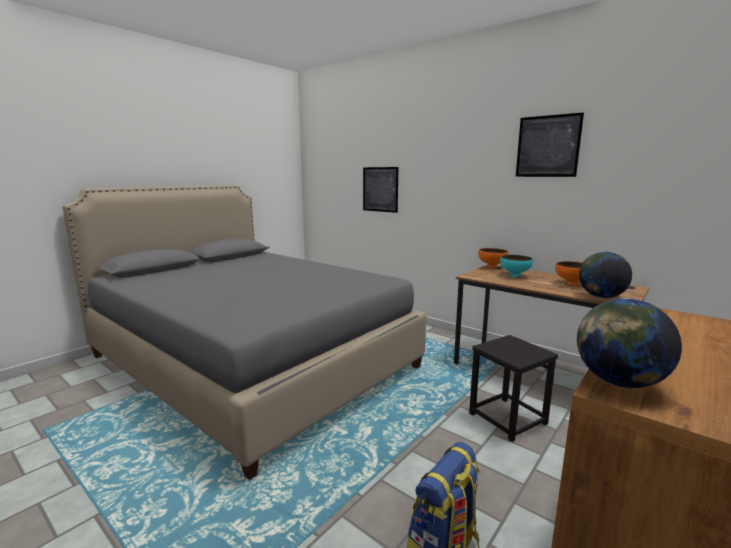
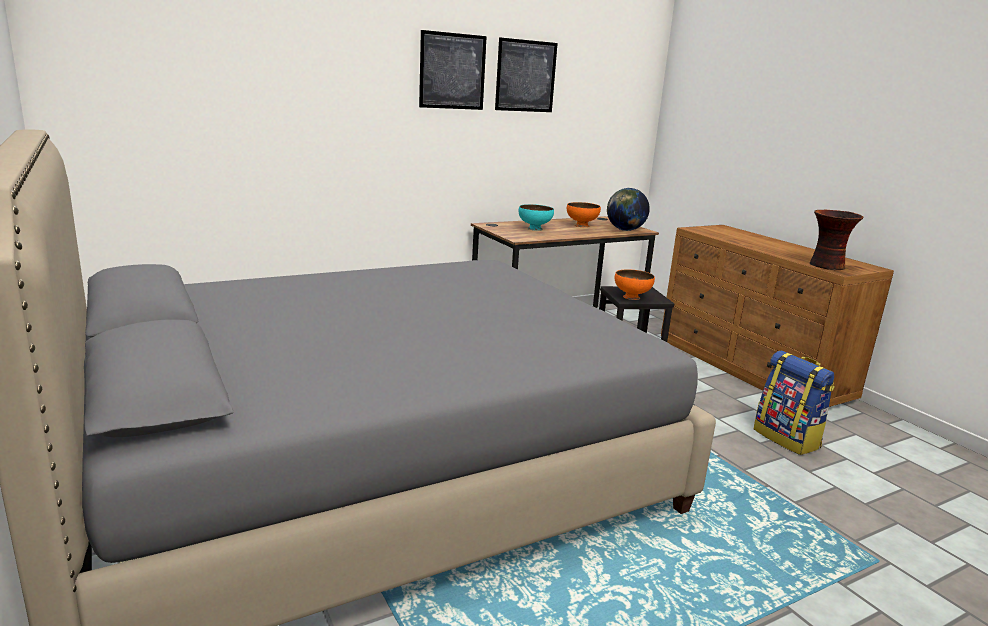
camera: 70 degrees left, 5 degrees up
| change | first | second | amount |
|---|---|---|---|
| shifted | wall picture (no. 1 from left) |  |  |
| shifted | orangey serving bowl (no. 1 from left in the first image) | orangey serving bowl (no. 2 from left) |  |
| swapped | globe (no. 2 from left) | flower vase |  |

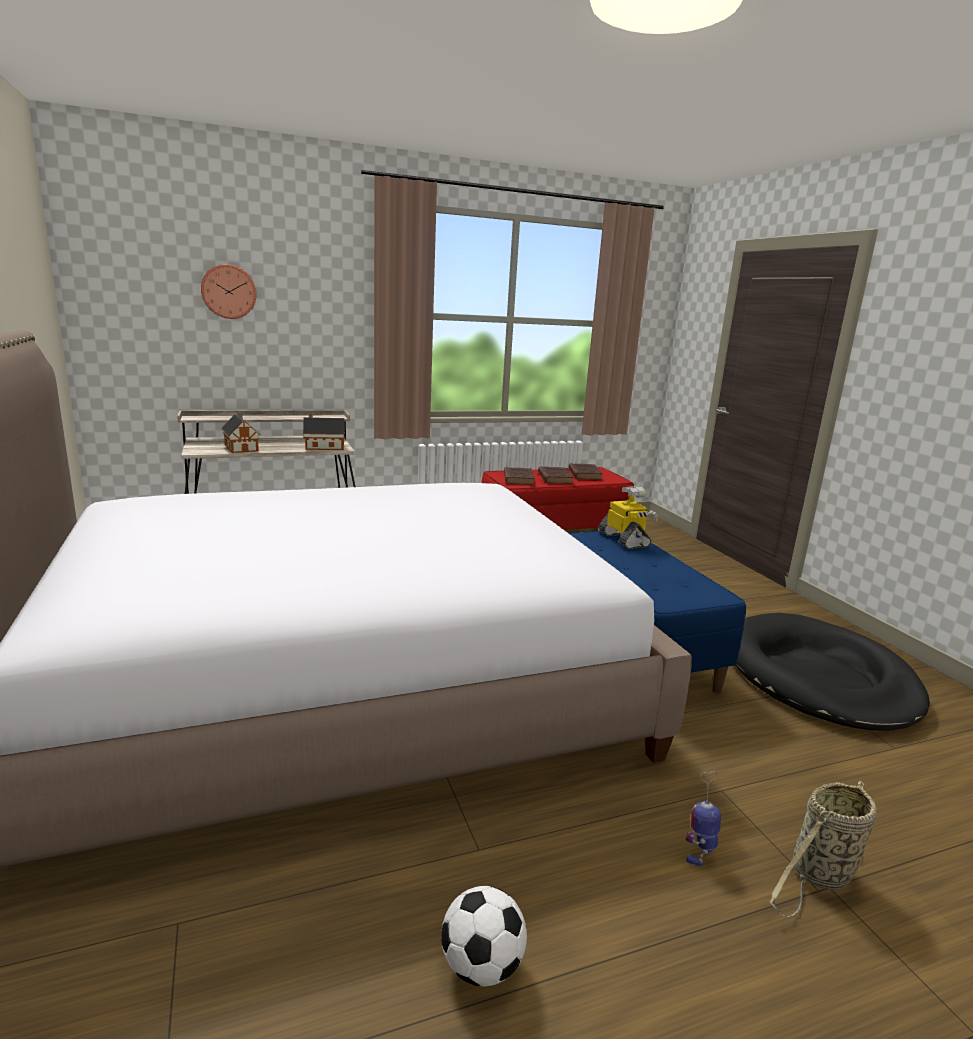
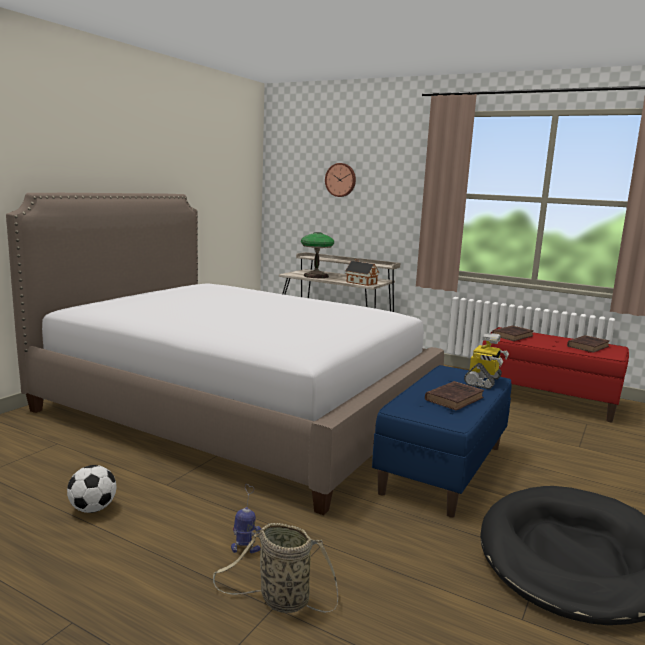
camera: 50 degrees right, 5 degrees down
| change | first | second | amount |
|---|---|---|---|
| swapped | model house (no. 1 from left) | tabletop lamp |  |
| shifted | brown volume (no. 2 from left in the first image) | brown volume (no. 1 from left) |  |

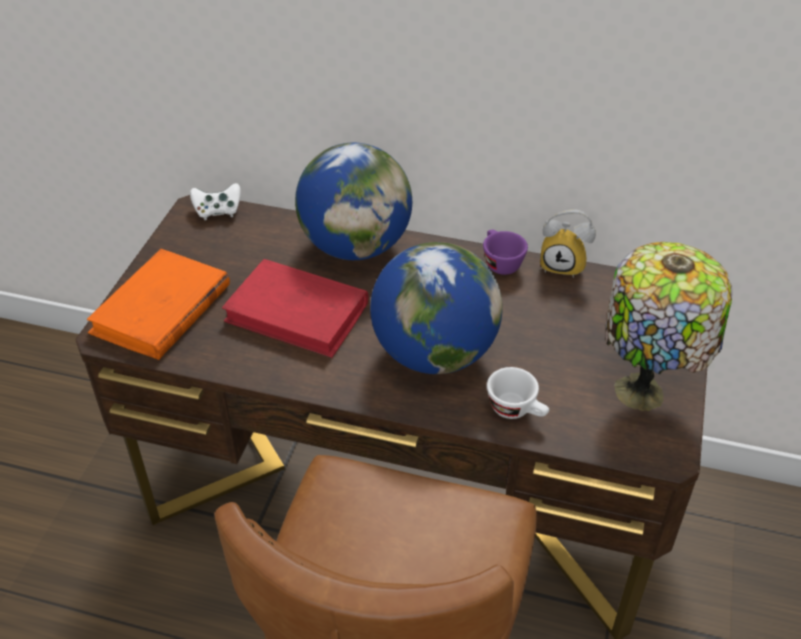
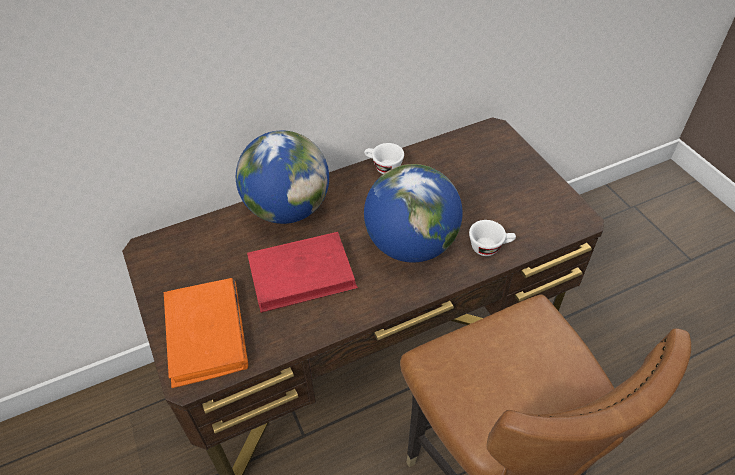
camera: 40 degrees left, 5 degrees up
| change | first | second | amount |
|---|---|---|---|
| gone | white-coloured joypad |  |  |
| gone | table clock |  |  |
| repainted | purplish cup | white-coloured cup (no. 1 from left) |  |
| gone | tabletop lamp |  |  |

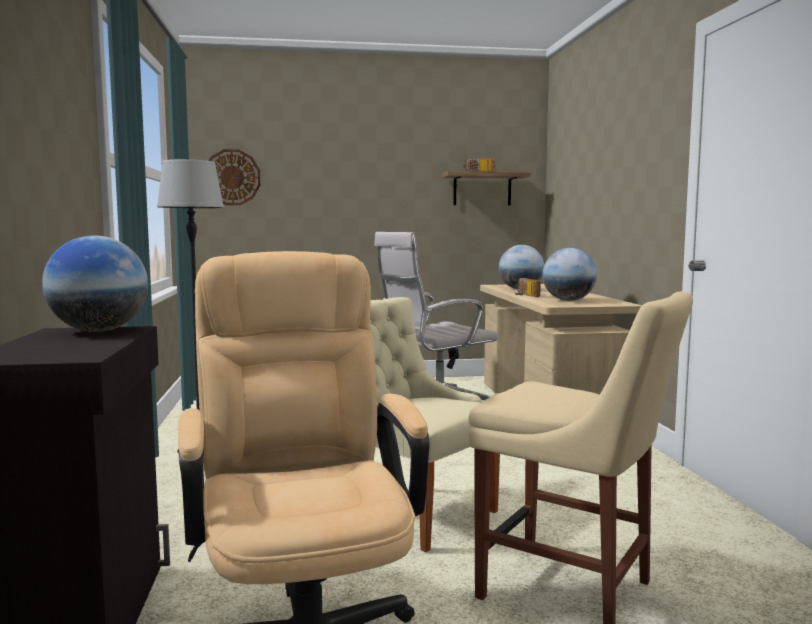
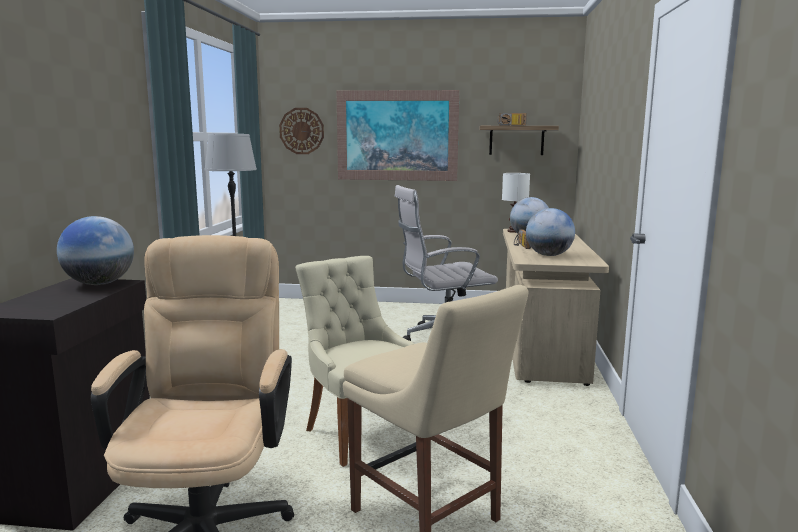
camera: 15 degrees right, 5 degrees up
| change | first | second | amount |
|---|---|---|---|
| new |  | wall picture |  |
| new |  | white-coloured tabletop lamp |  |

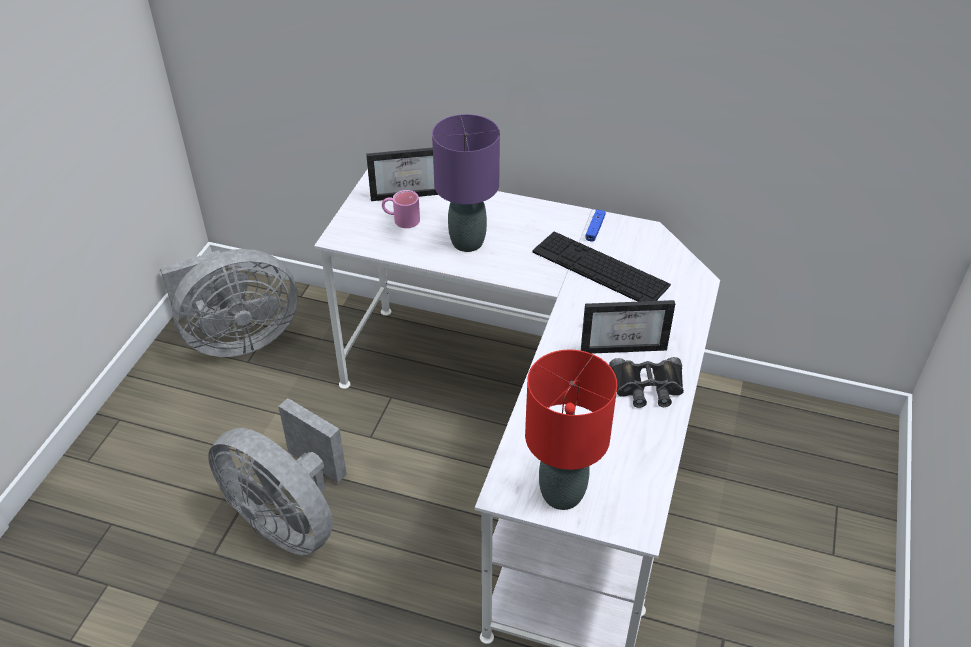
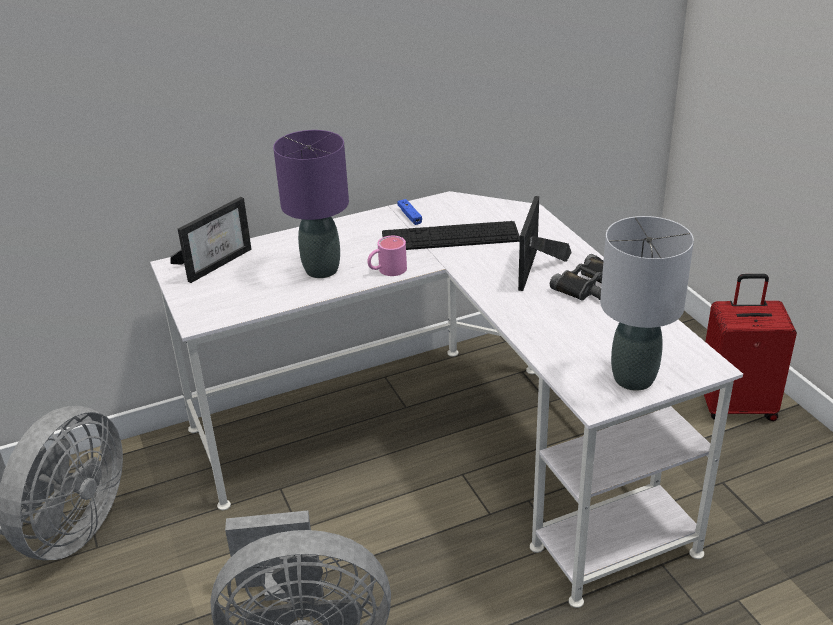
camera: 40 degrees left, 10 degrees down
| change | first | second | amount |
|---|---|---|---|
| shifted | pink-coloured mug |  |  |
| rotated | picture frame (no. 2 from left) |  | 150 degrees clockwise |
| repainted | red tabletop lamp | grey tabletop lamp |  |
| new |  | red piece of luggage |  |

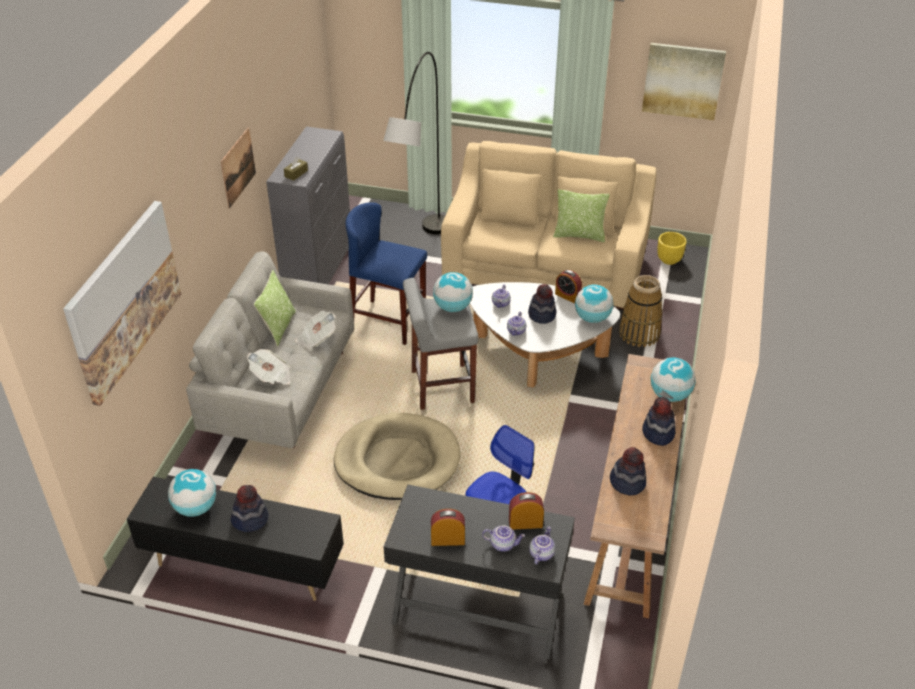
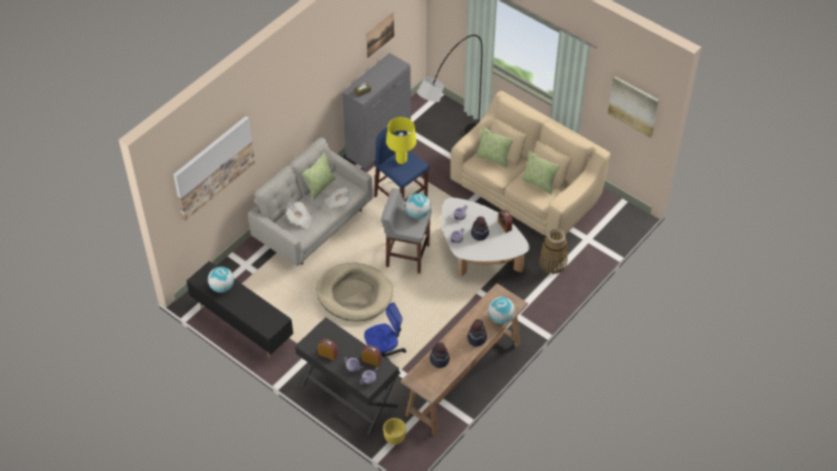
camera: 25 degrees right, 10 degrees up
| change | first | second | amount |
|---|---|---|---|
| shifted | wall picture (no. 2 from left) |  |  |
| shifted | yellowish planter |  |  |
| gone | globe (no. 3 from left) |  |  |
| gone | wearable hat (no. 1 from left) |  |  |
| new |  | yellowish tabletop lamp |  |
| new |  | throw pillow (no. 2 from left) |  |

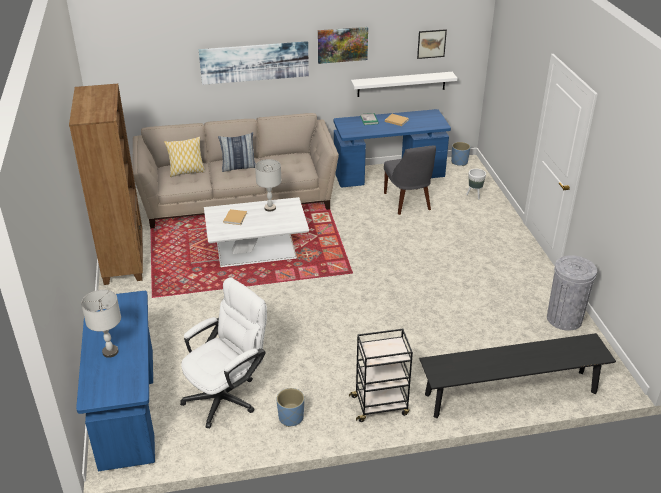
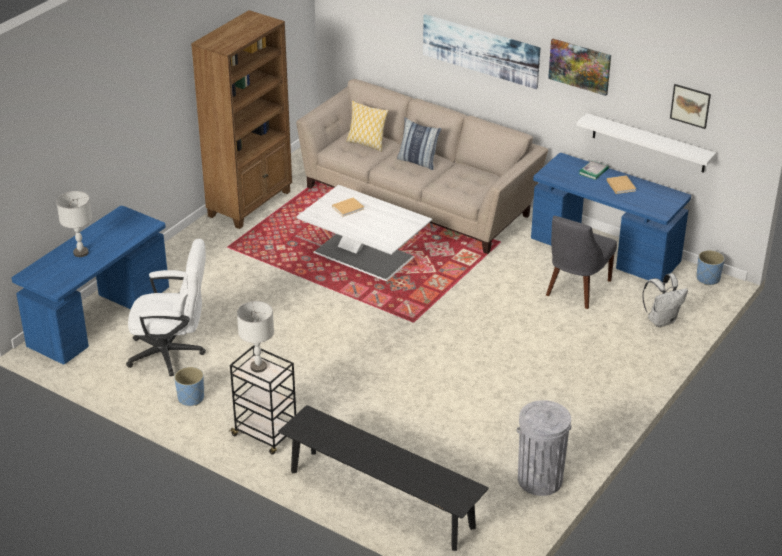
camera: 45 degrees right, 0 degrees up
| change | first | second | amount |
|---|---|---|---|
| shifted | grey tabletop lamp (no. 2 from left) |  |  |
| swapped | white-coloured planter | white-coloured backpack |  |

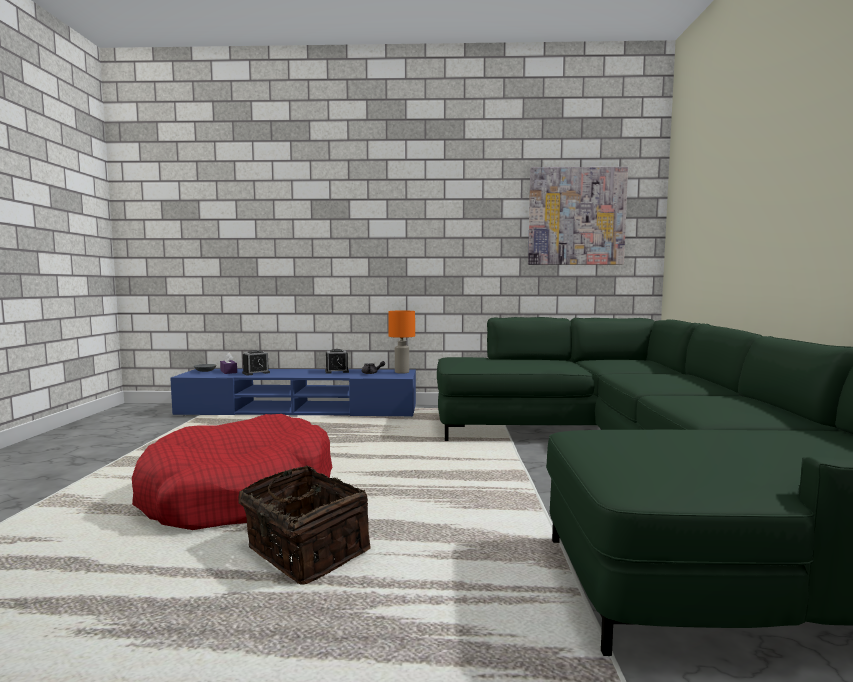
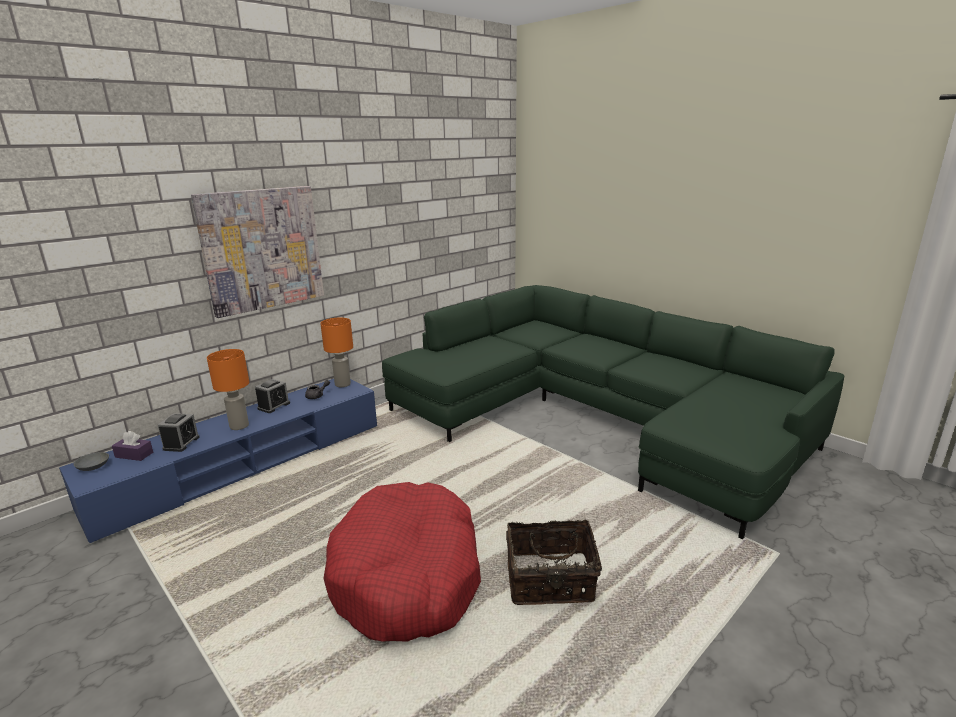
camera: 45 degrees left, 15 degrees up
| change | first | second | amount |
|---|---|---|---|
| shifted | wall picture |  |  |
| new |  | orangey tabletop lamp (no. 1 from left) |  |

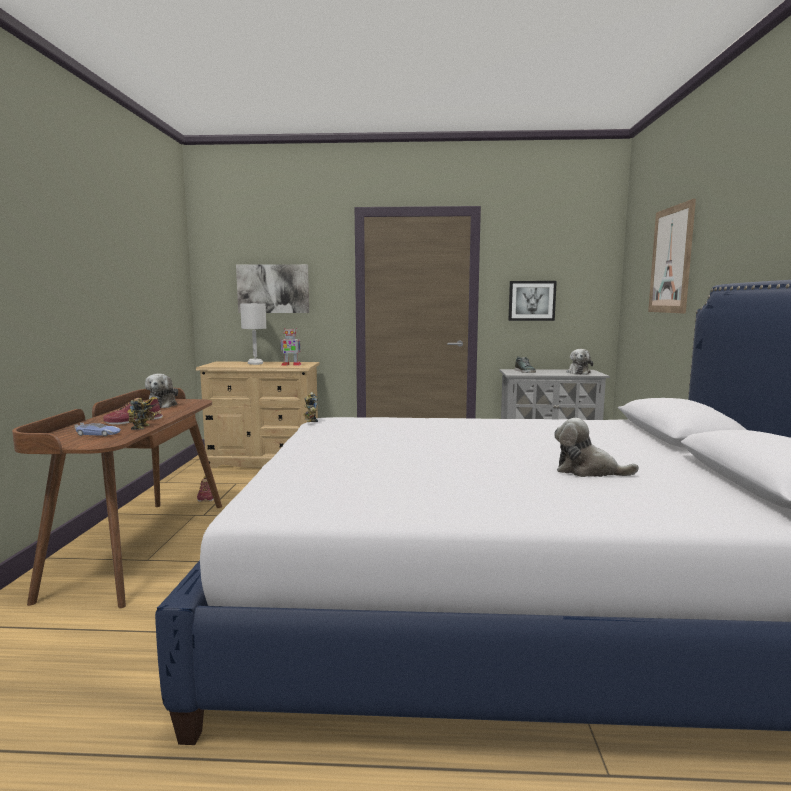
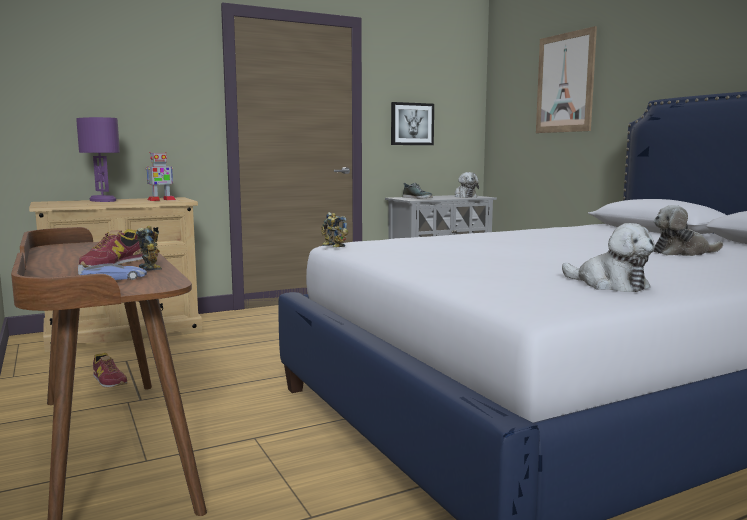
camera: 30 degrees left, 0 degrees up
| change | first | second | amount |
|---|---|---|---|
| gone | wall picture (no. 1 from left) |  |  |
| repainted | white-coloured tabletop lamp | purplish tabletop lamp |  |
| shifted | soft toy (no. 1 from left in the first image) | soft toy (no. 2 from left) |  |

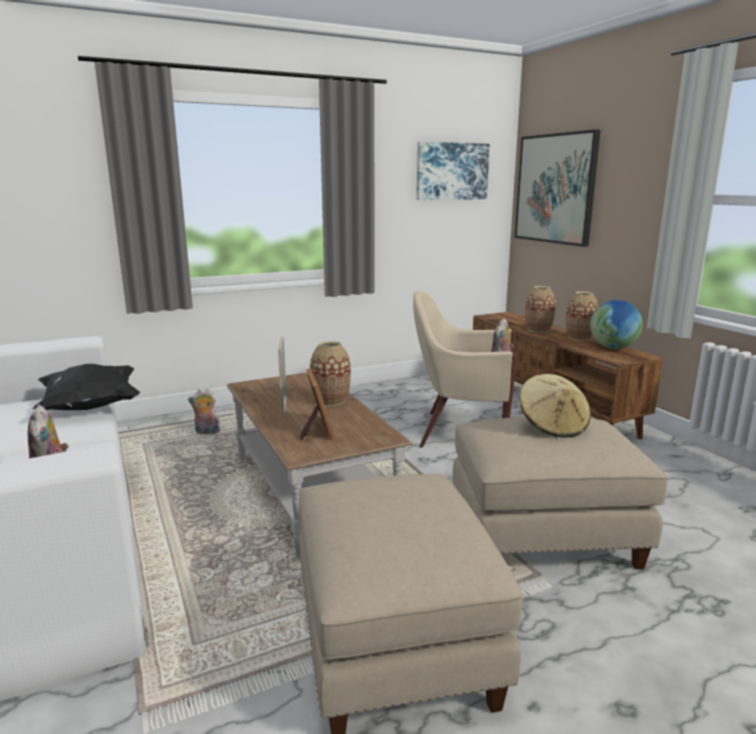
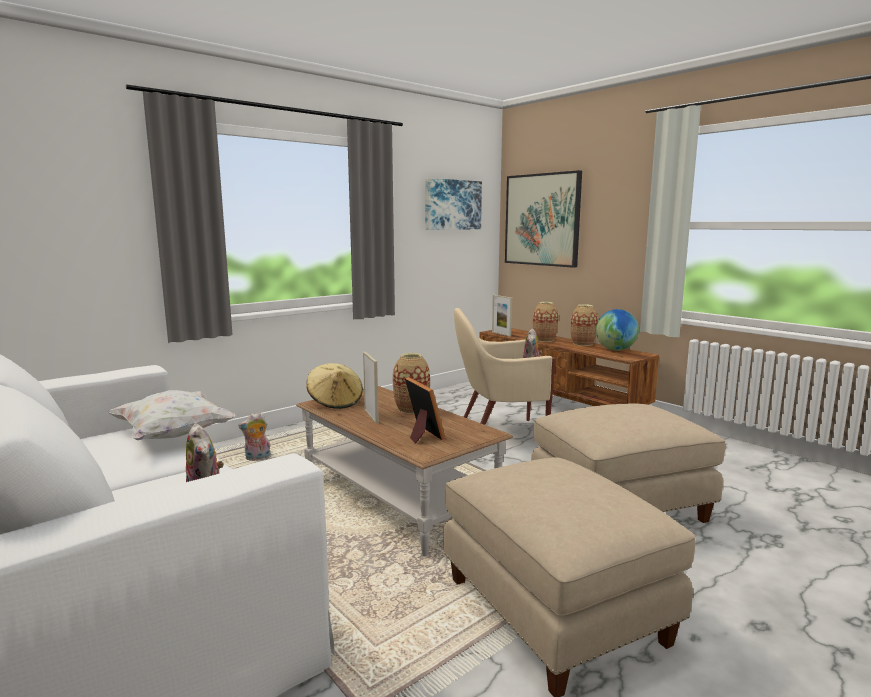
camera: 15 degrees left, 5 degrees down
| change | first | second | amount |
|---|---|---|---|
| repainted | blackish throw pillow | white-coloured throw pillow |  |
| shifted | sand-coloured wearable hat |  |  |
| new |  | picture frame (no. 3 from left) |  |

